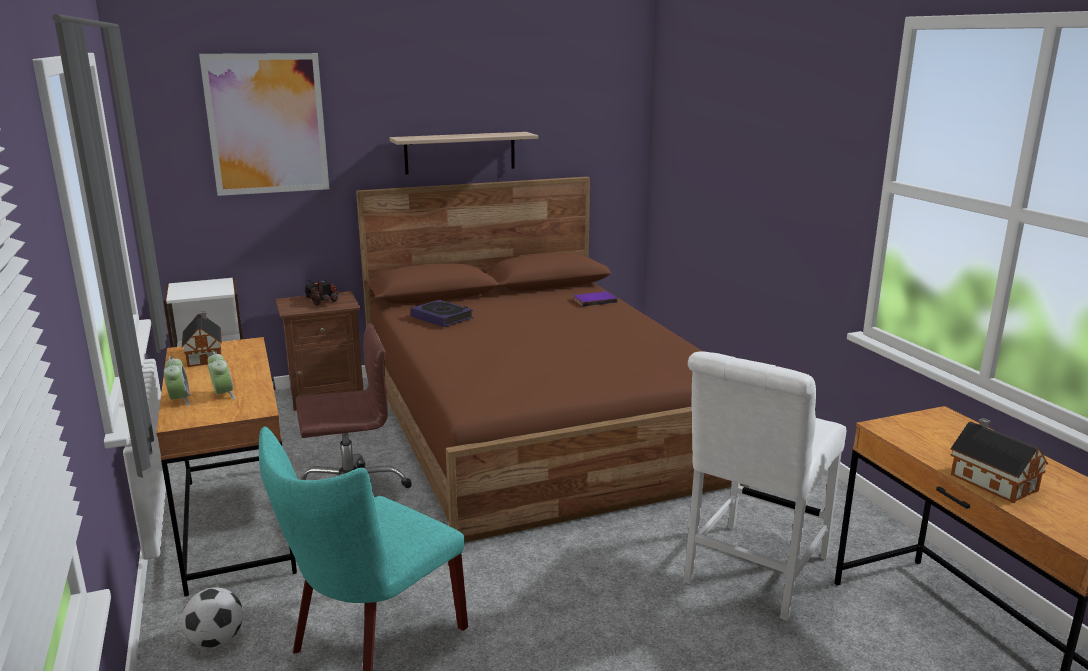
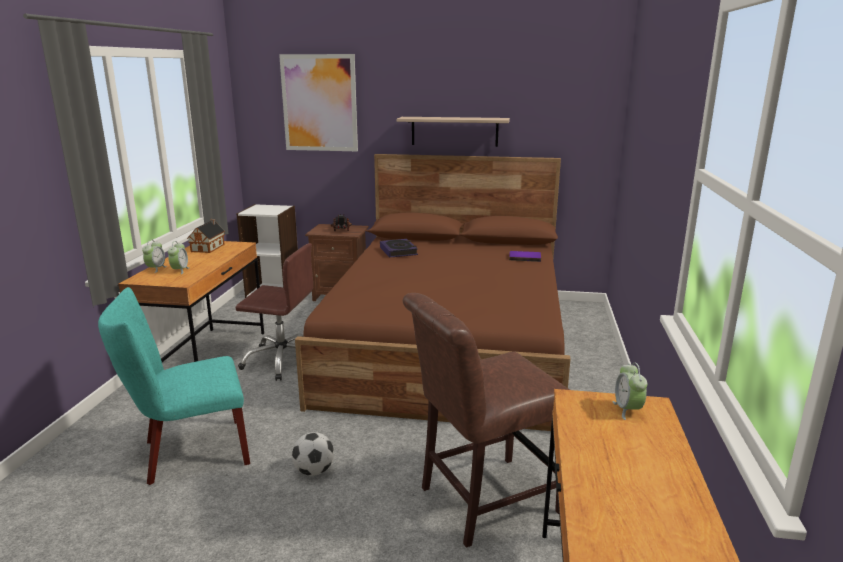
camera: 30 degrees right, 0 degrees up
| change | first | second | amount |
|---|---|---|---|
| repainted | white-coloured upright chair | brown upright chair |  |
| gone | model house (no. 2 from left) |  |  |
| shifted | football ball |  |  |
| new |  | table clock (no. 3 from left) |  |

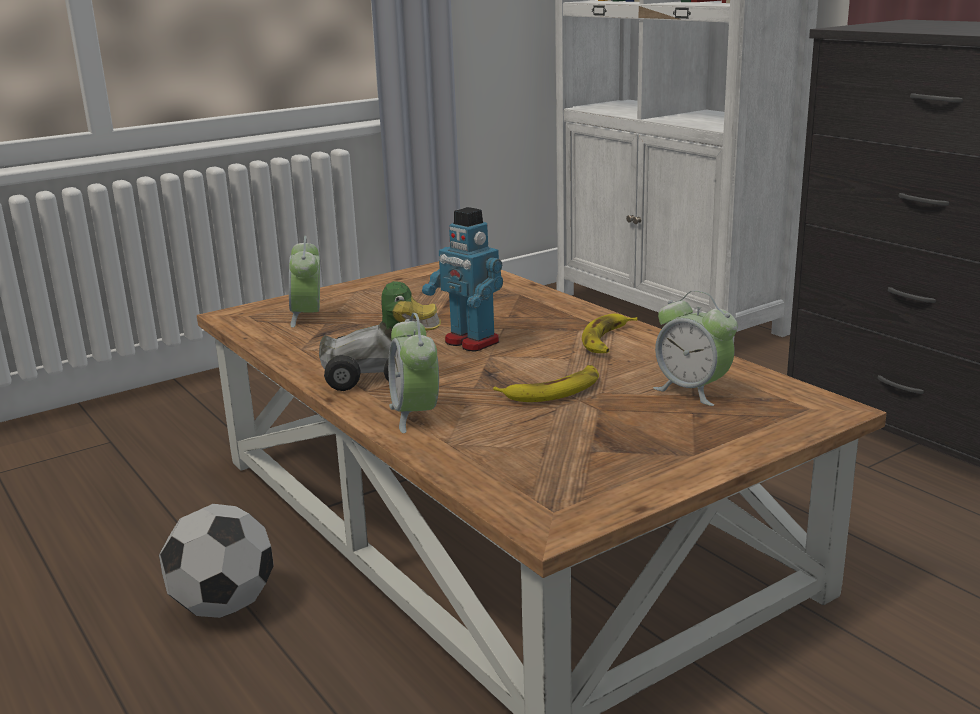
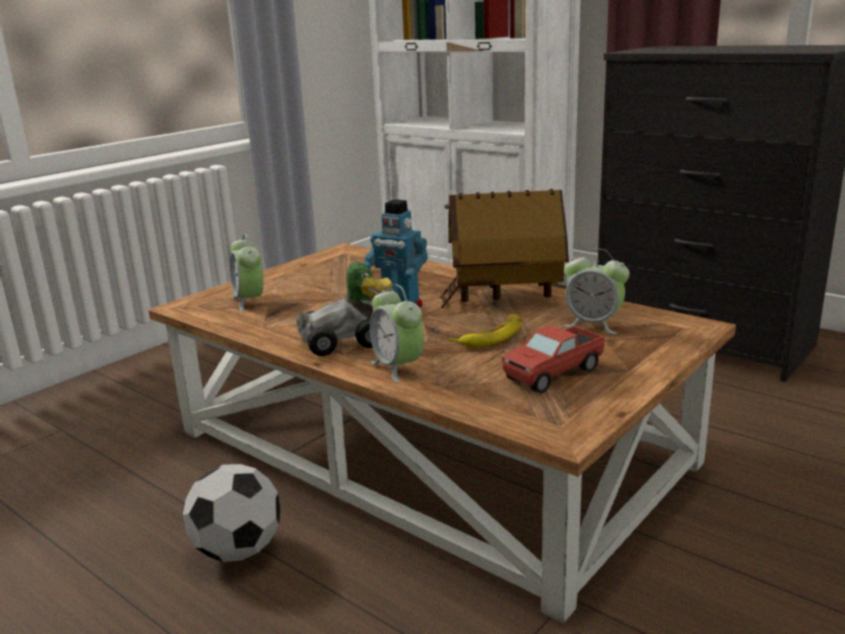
camera: 15 degrees left, 0 degrees up
| change | first | second | amount |
|---|---|---|---|
| swapped | whole banana (no. 2 from left) | model house |  |
| new |  | toy lorry |  |

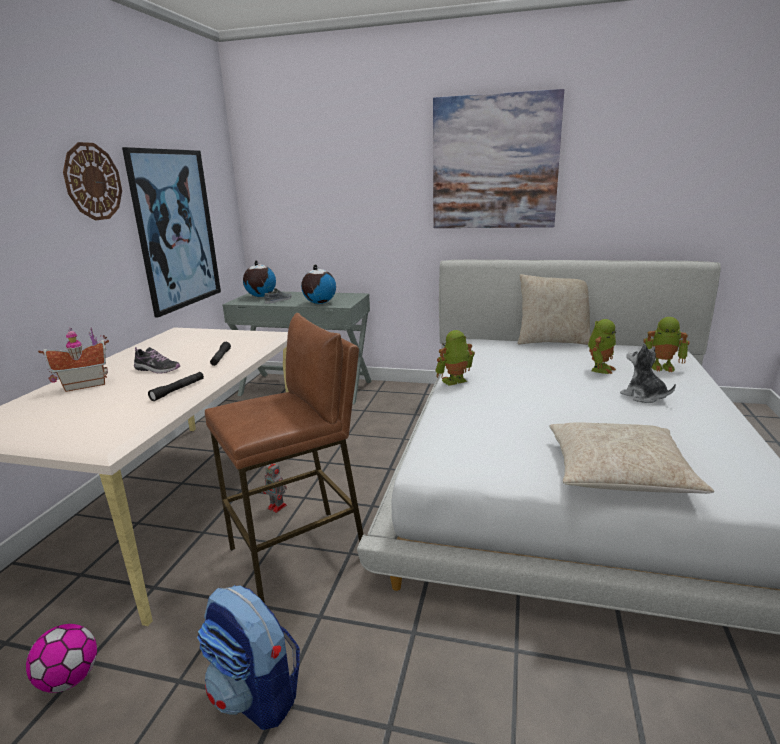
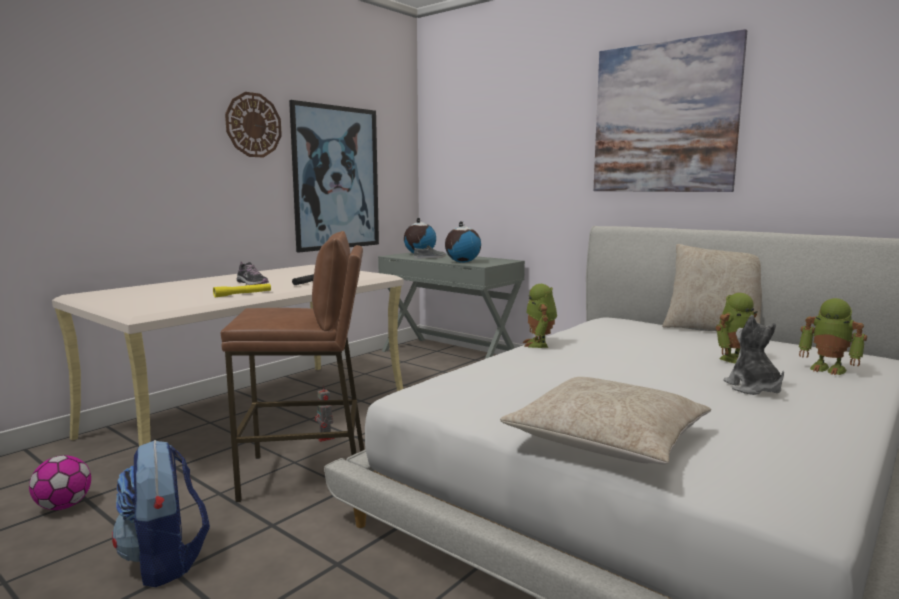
camera: 25 degrees right, 10 degrees down
| change | first | second | amount |
|---|---|---|---|
| gone | model house |  |  |
| rotated | model robot (no. 2 from left) |  | 90 degrees counterclockwise |
| repainted | blackish flashlight (no. 1 from left) | yellowish flashlight |  |

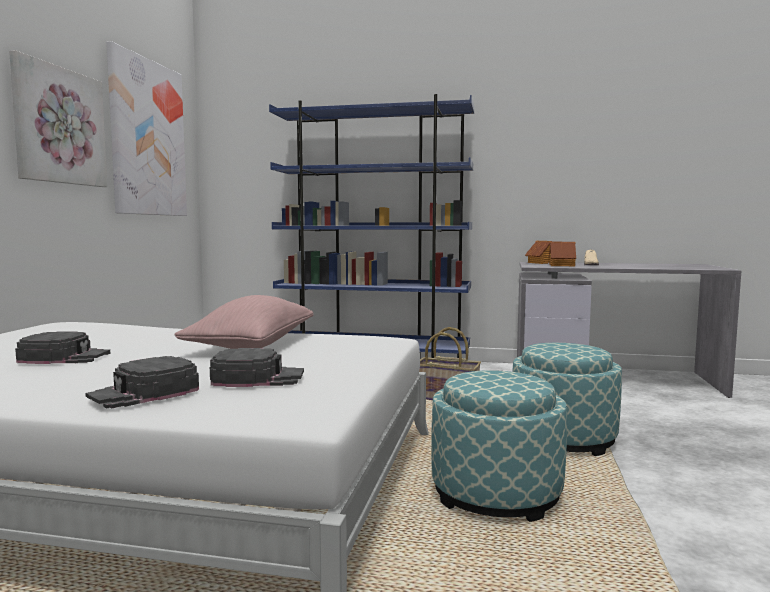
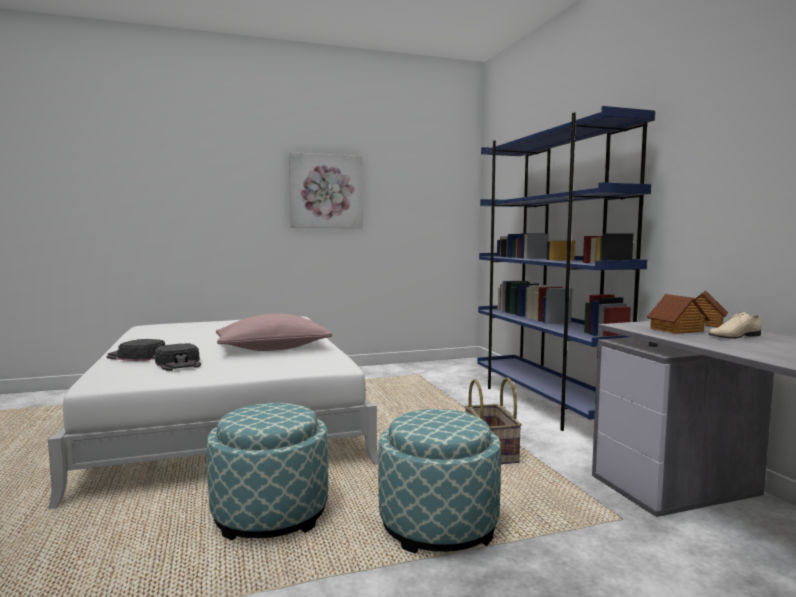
camera: 60 degrees right, 0 degrees up
| change | first | second | amount |
|---|---|---|---|
| gone | wall picture (no. 2 from left) |  |  |
| gone | blackish baseball cap (no. 1 from left) |  |  |

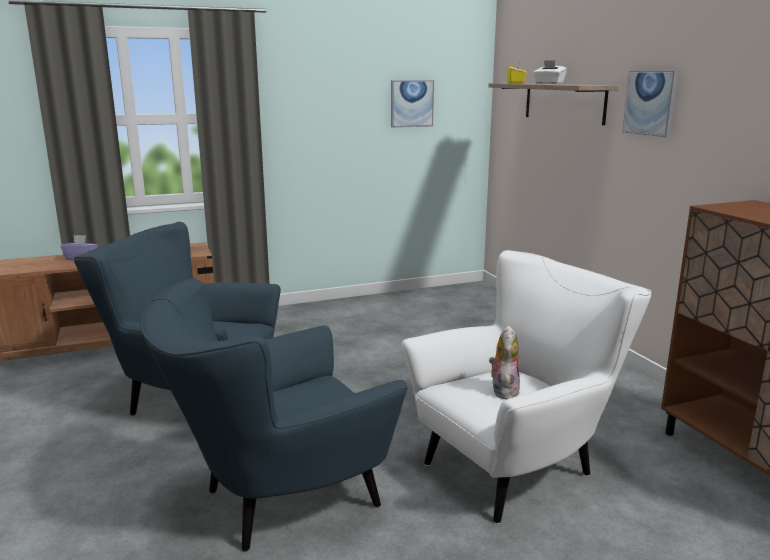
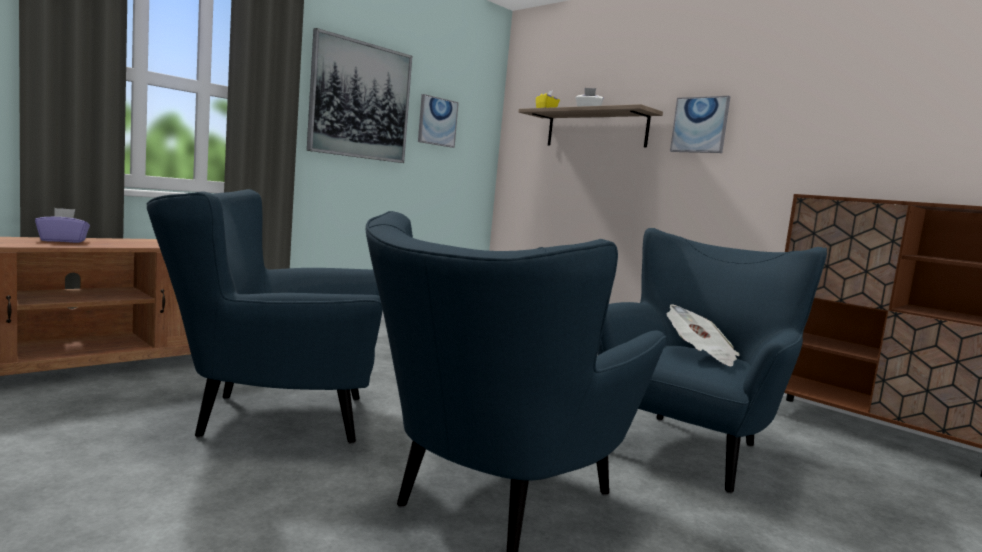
camera: 25 degrees left, 10 degrees down
| change | first | second | amount |
|---|---|---|---|
| repainted | white-coloured lounge chair | bluish lounge chair (no. 3 from left) |  |
| swapped | soft toy | newspaper |  |
| new |  | wall picture (no. 1 from left) |  |

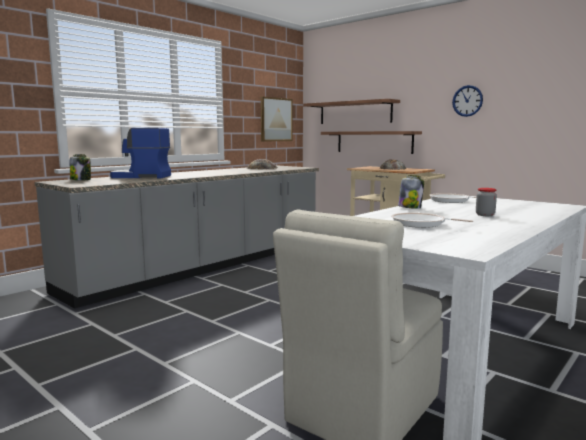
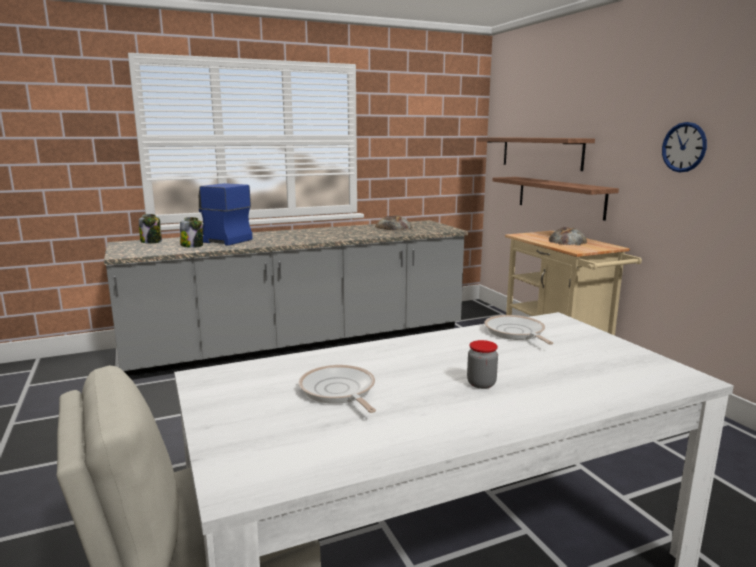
camera: 25 degrees right, 5 degrees up
| change | first | second | amount |
|---|---|---|---|
| gone | wall picture |  |  |
| shifted | storage jar (no. 2 from left) |  |  |

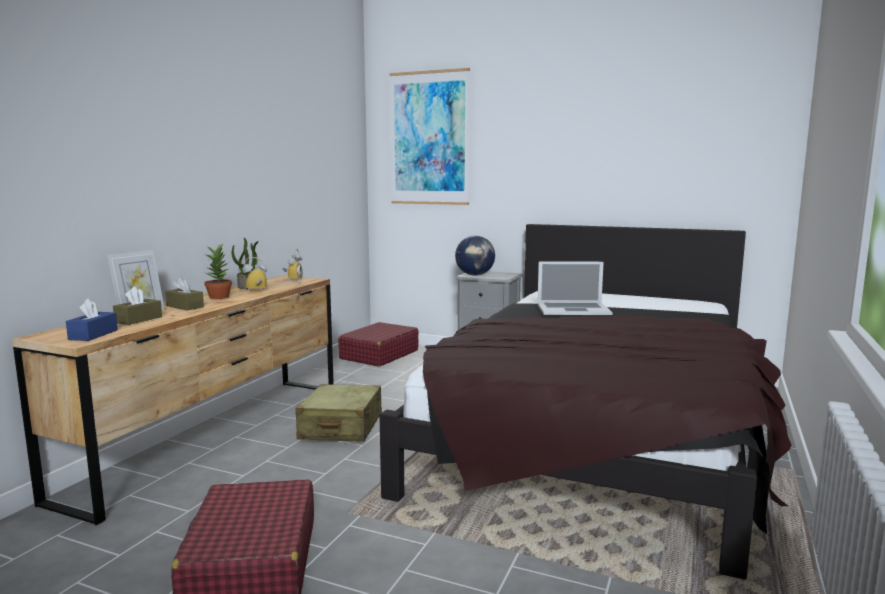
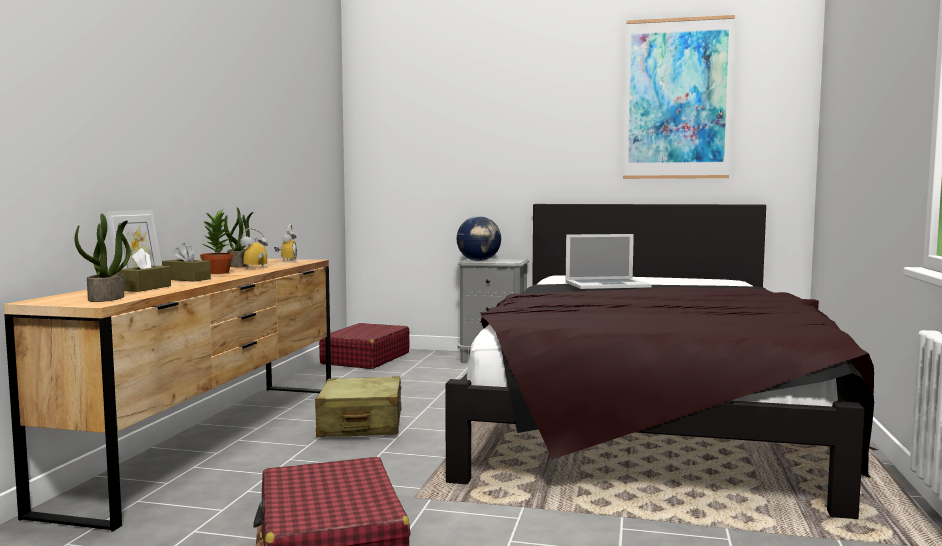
camera: 10 degrees left, 5 degrees down
| change | first | second | amount |
|---|---|---|---|
| shifted | wall picture |  |  |
| swapped | bluish tissue holder | potted plant (no. 1 from left) |  |

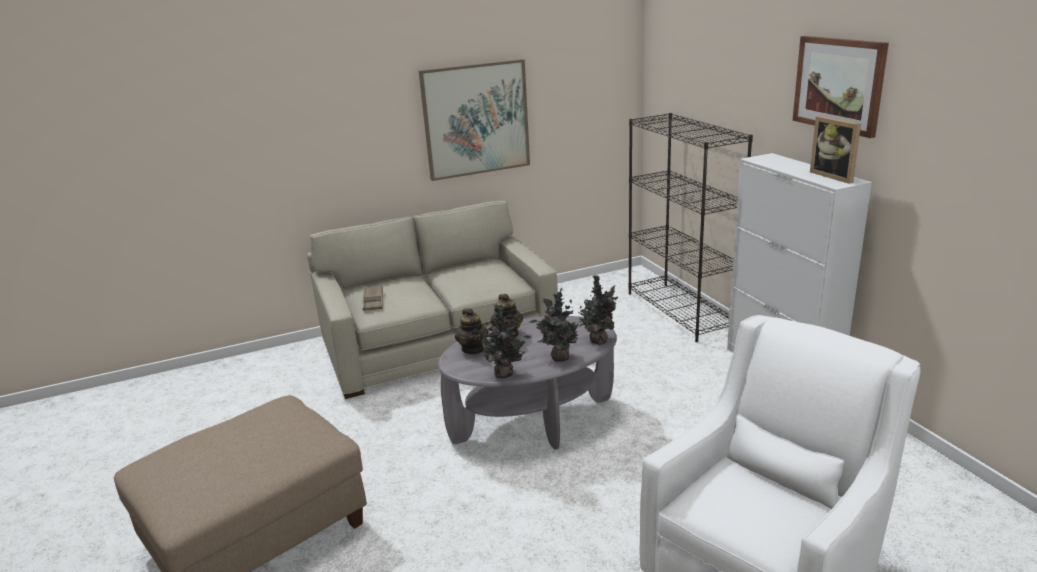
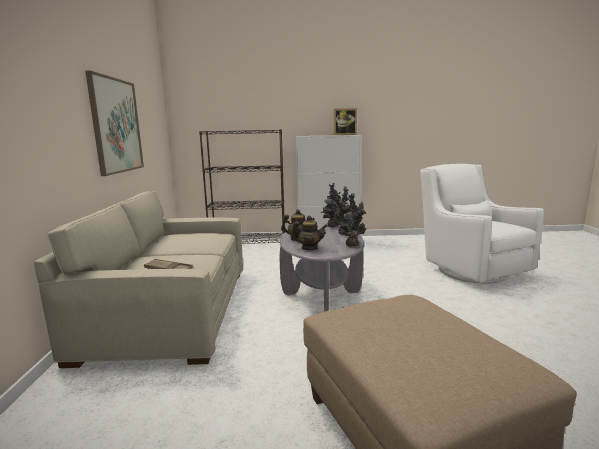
camera: 70 degrees left, 10 degrees down
| change | first | second | amount |
|---|---|---|---|
| gone | wall picture (no. 2 from left) |  |  |

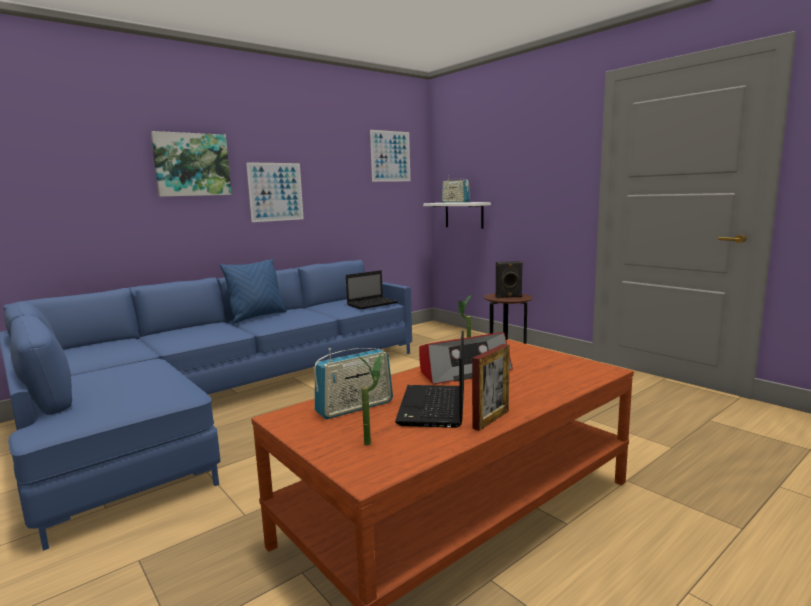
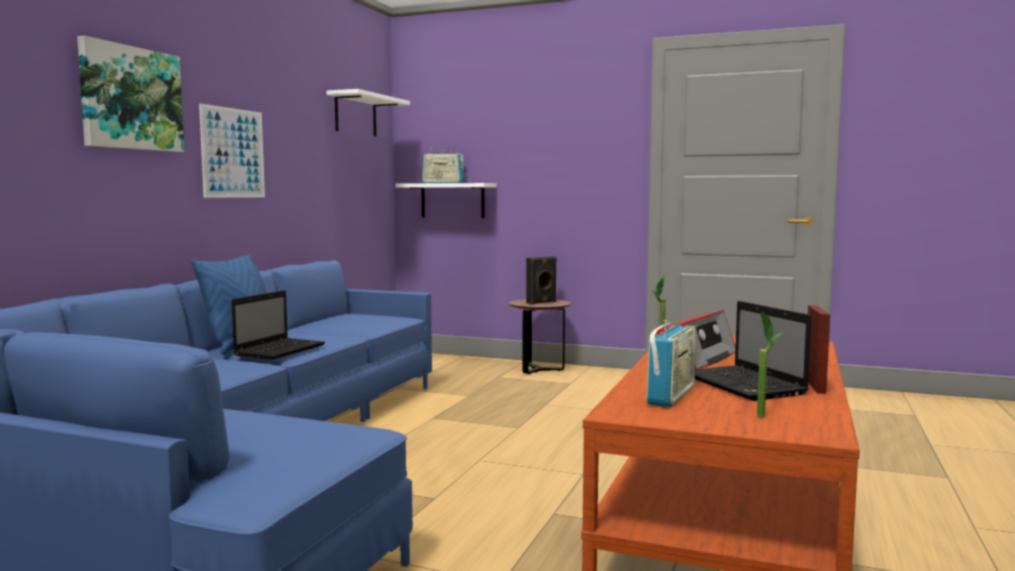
camera: 30 degrees left, 5 degrees down
| change | first | second | amount |
|---|---|---|---|
| swapped | wall picture (no. 3 from left) | white-coloured shelf (no. 1 from left) |  |
| shifted | laptop (no. 1 from left) |  |  |

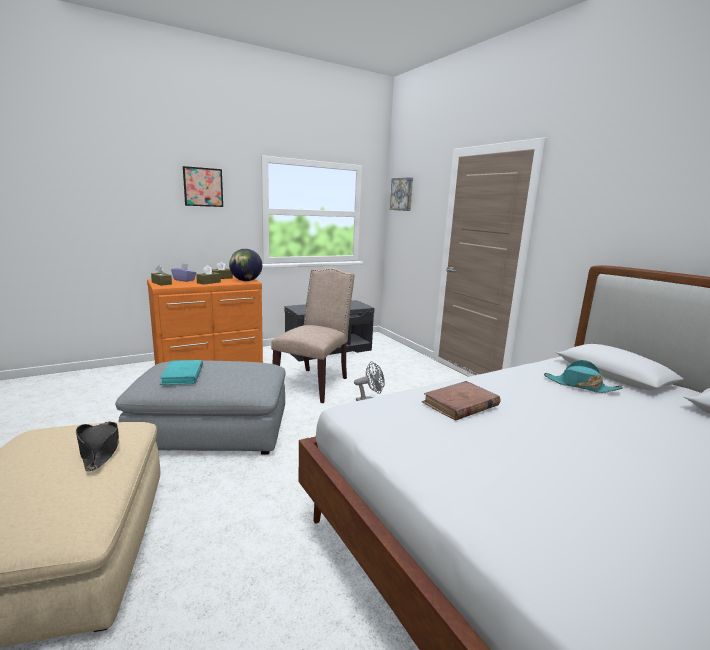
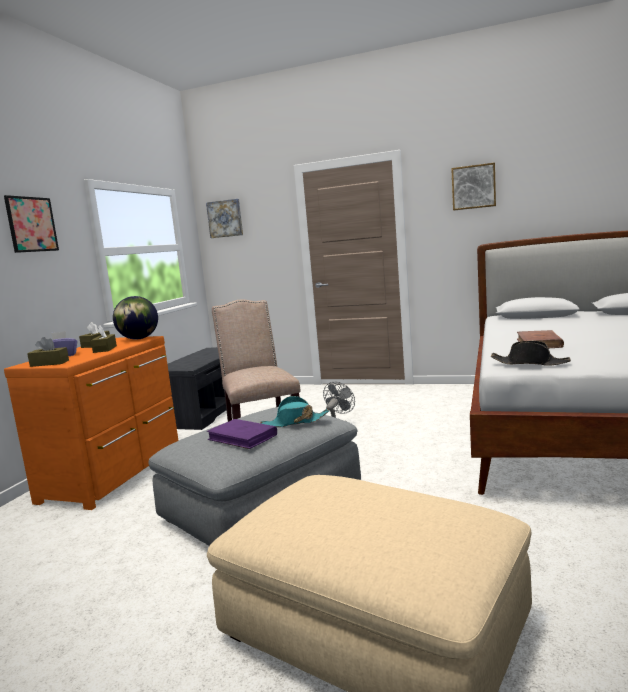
camera: 40 degrees left, 5 degrees down
| change | first | second | amount |
|---|---|---|---|
| repainted | turquoise volume | purplish volume |  |
| shifted | turquoise wearable hat |  |  |
| shifted | blackish wearable hat |  |  |
| new |  | wall picture (no. 3 from left) |  |

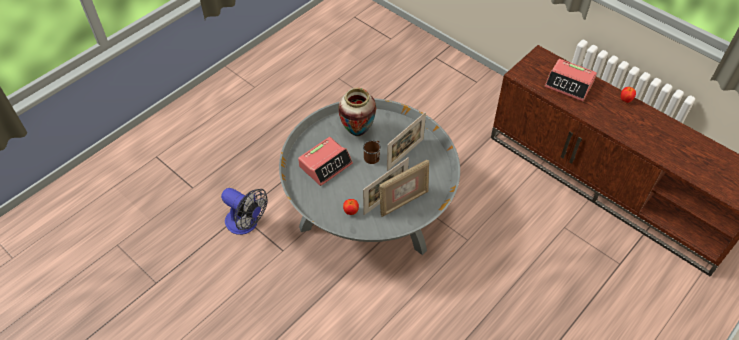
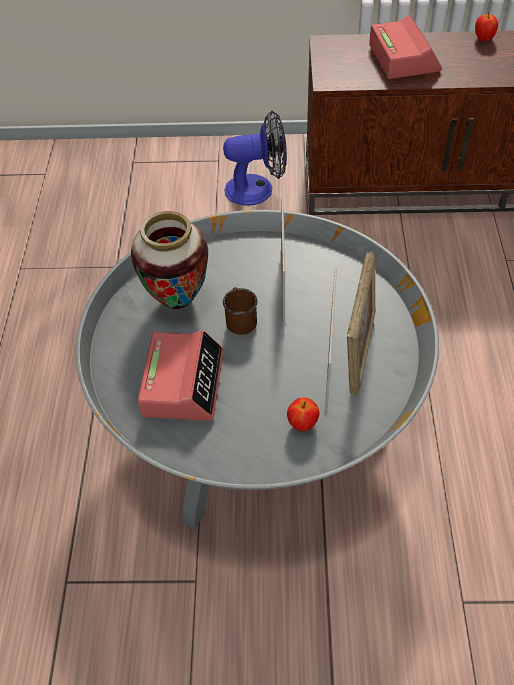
camera: 40 degrees left, 0 degrees up
| change | first | second | amount |
|---|---|---|---|
| rotated | table clock (no. 2 from left) |  | 90 degrees counterclockwise |
| shifted | fan |  |  |

